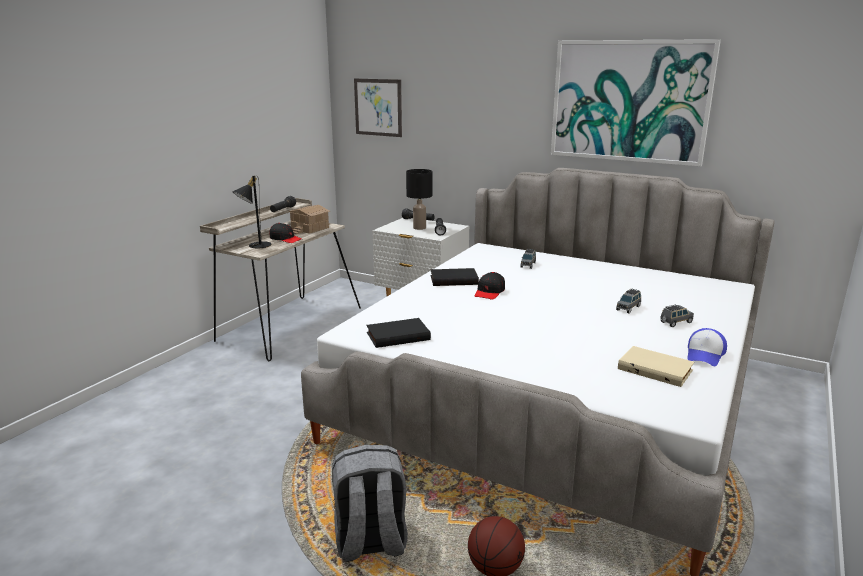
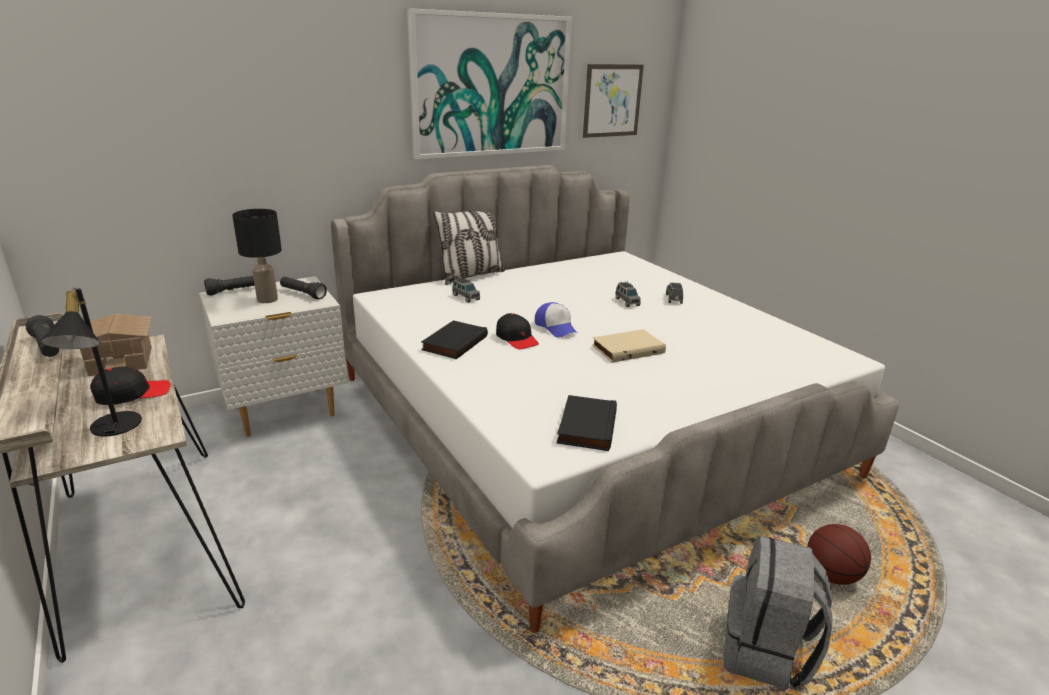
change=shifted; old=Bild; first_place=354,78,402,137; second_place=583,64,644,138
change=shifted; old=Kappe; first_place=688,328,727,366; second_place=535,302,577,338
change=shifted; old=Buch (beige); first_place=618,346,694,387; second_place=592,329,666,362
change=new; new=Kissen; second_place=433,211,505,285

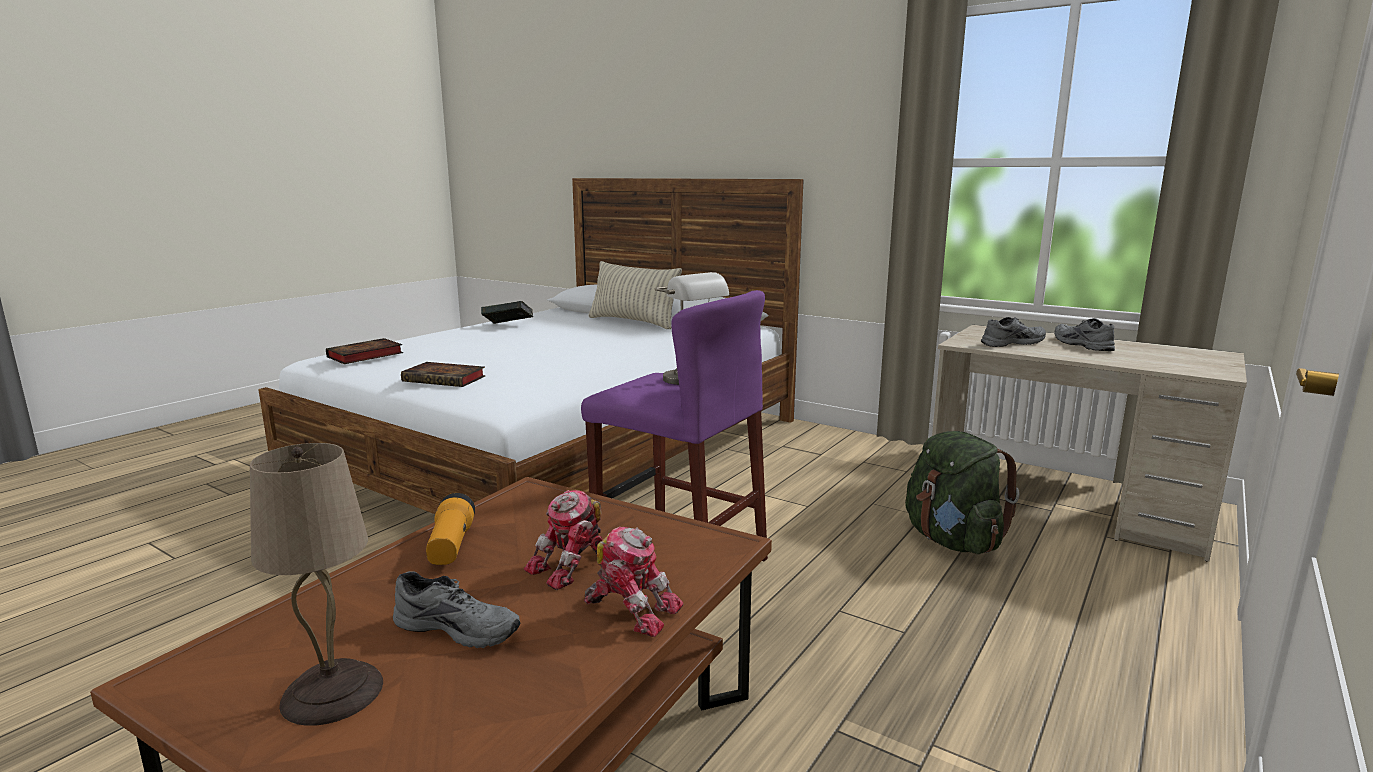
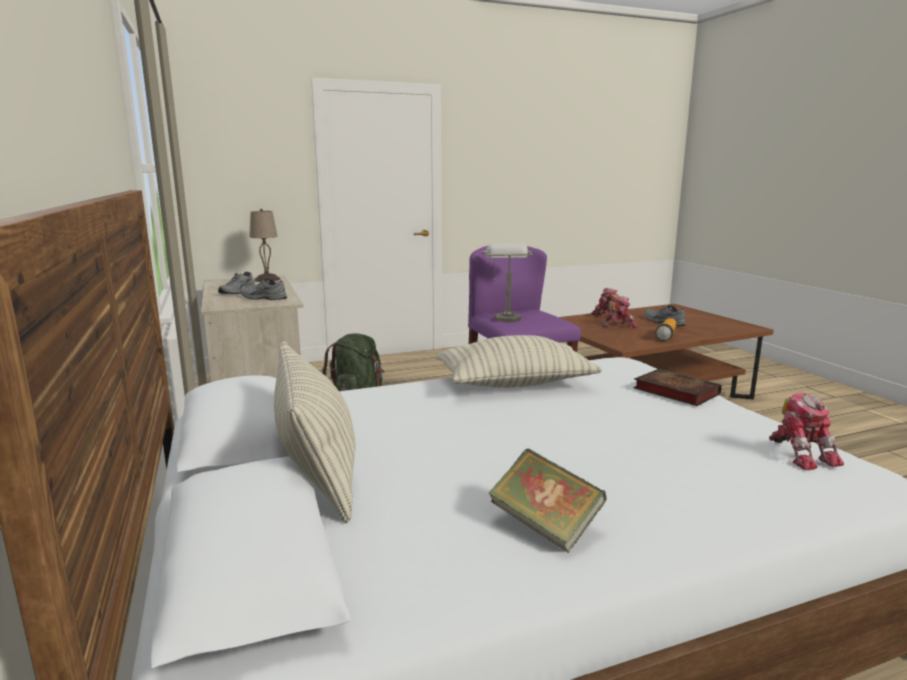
change=swapped; old=Buch; new=Spielzeugroboter; first_place=326,338,403,364; second_place=769,393,844,470
change=shifted; old=Tischlampe (beige); first_place=250,443,383,726; second_place=249,209,280,282
change=new; new=Kissen; second_place=436,335,602,388

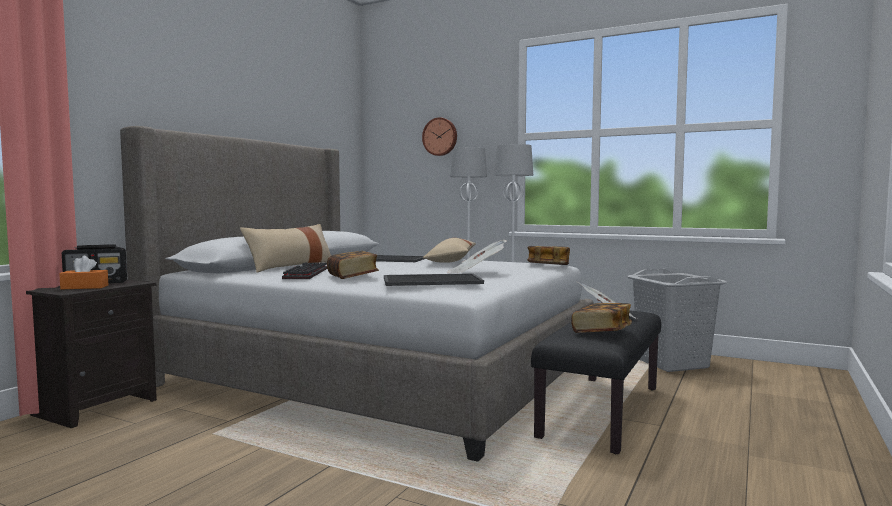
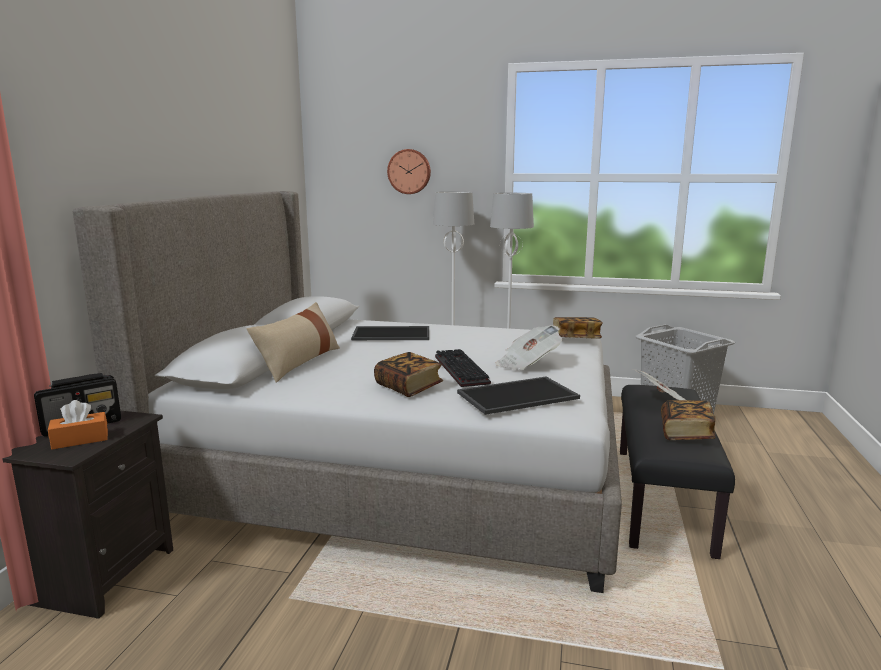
change=gone; old=Kissen (beige); first_place=423,238,476,263
change=shifted; old=Tastatur; first_place=282,262,327,279; second_place=435,349,491,387

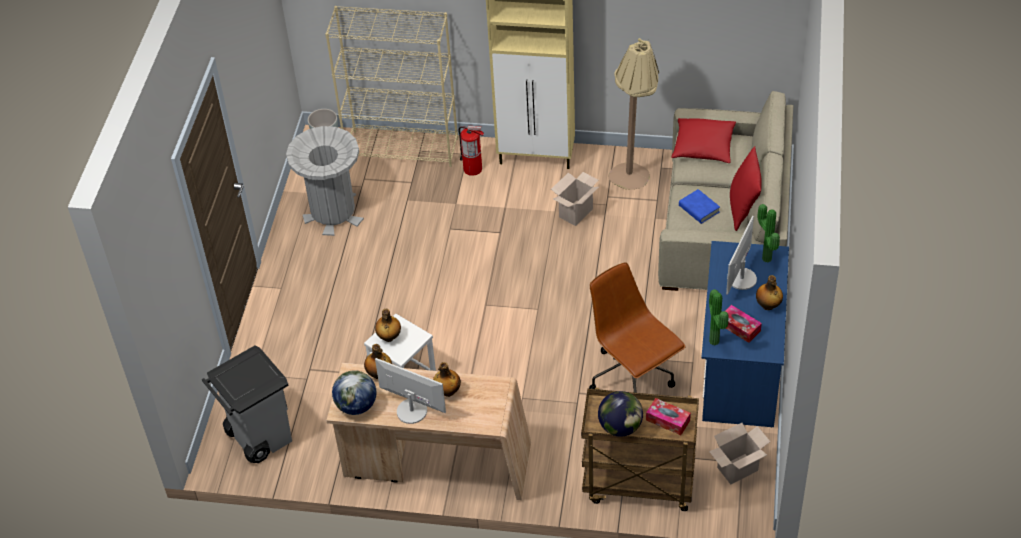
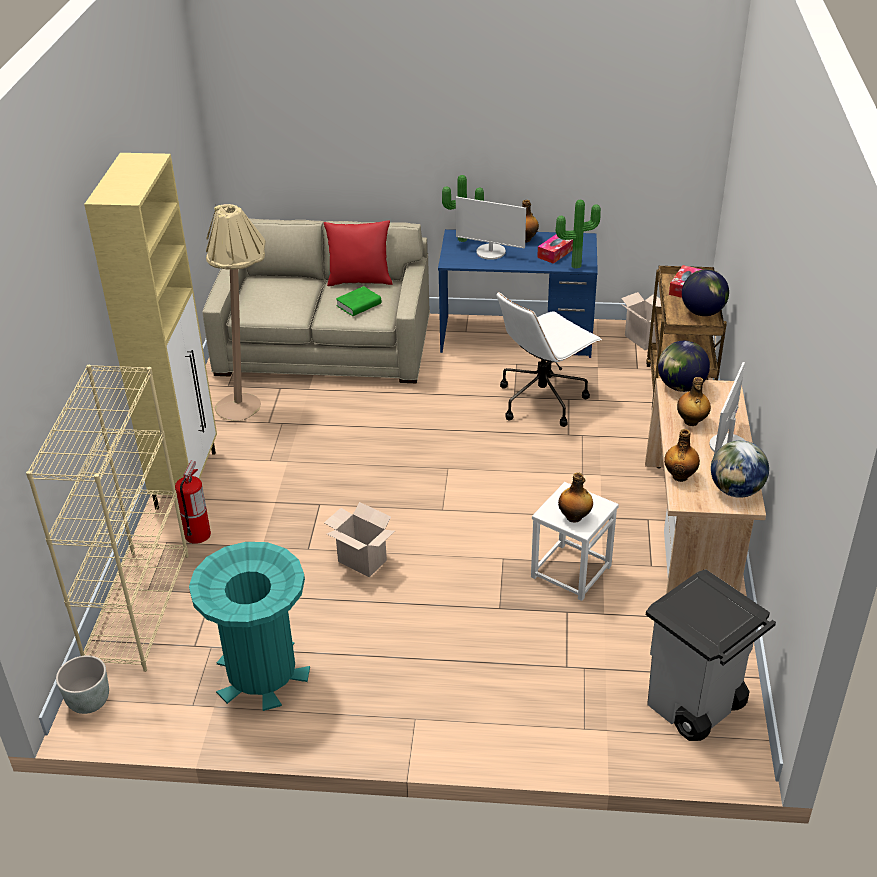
change=gone; old=Kissen (rot); first_place=671,118,736,163
change=repainted; old=Mülleimer (grau); new=Mülleimer (türkis); first_place=286,126,364,236; second_place=189,542,310,711
change=shifted; old=Karton; first_place=551,172,599,226; second_place=324,502,395,577
change=repainted; old=Buch (blau); new=Buch (grün); first_place=679,189,720,224; second_place=336,286,382,316
change=repainted; old=Bürostuhl (braun); new=Bürostuhl (weiß); first_place=589,262,686,393; second_place=497,292,602,427
change=new; new=Globus; second_place=658,341,710,392

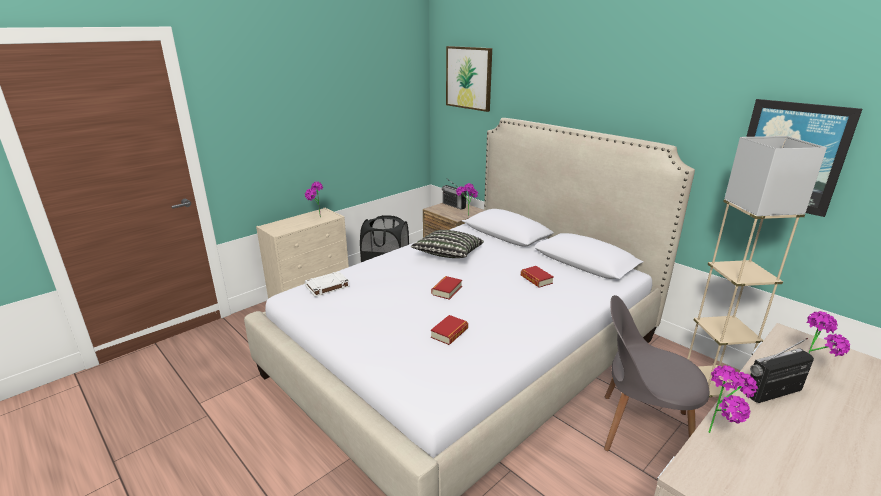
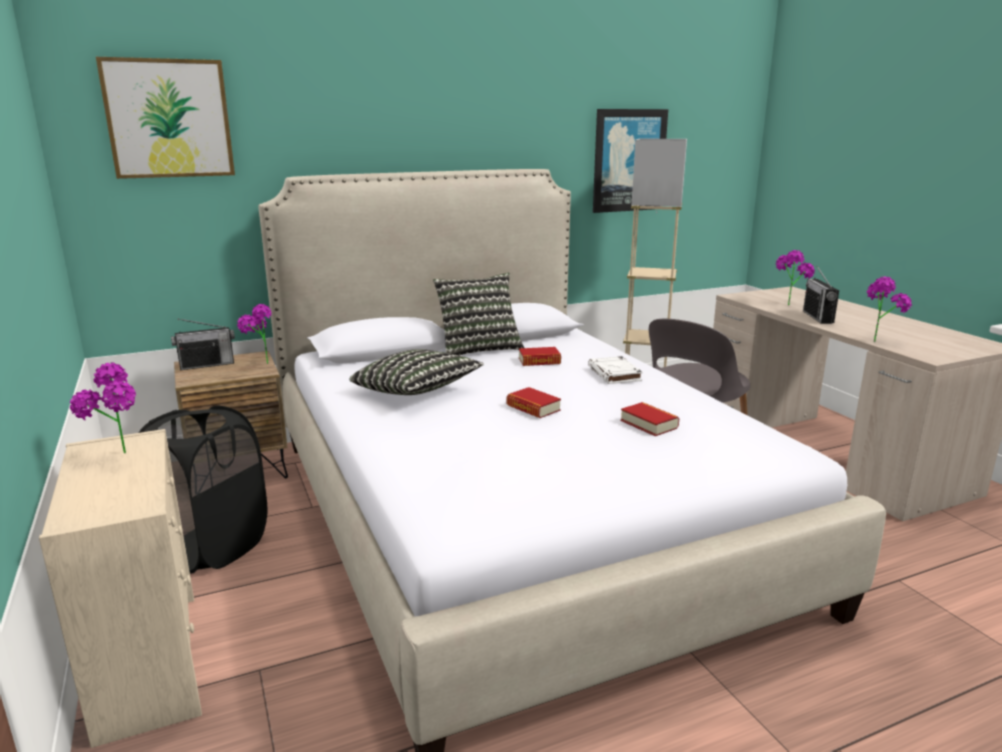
change=shifted; old=Buch (weiß); first_place=305,271,350,297; second_place=588,356,643,384
change=new; new=Kissen; second_place=433,273,524,356

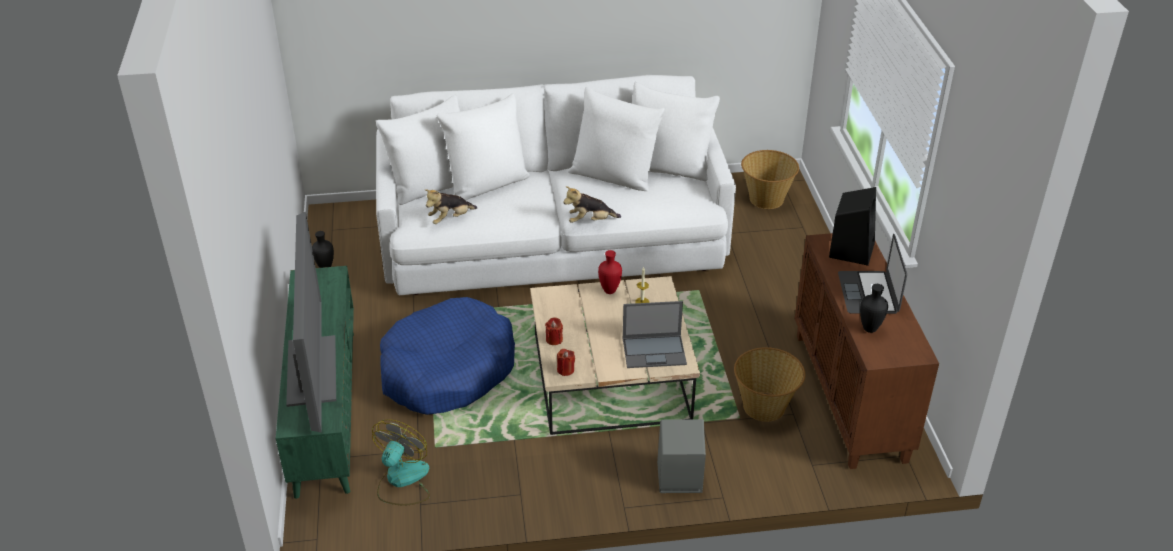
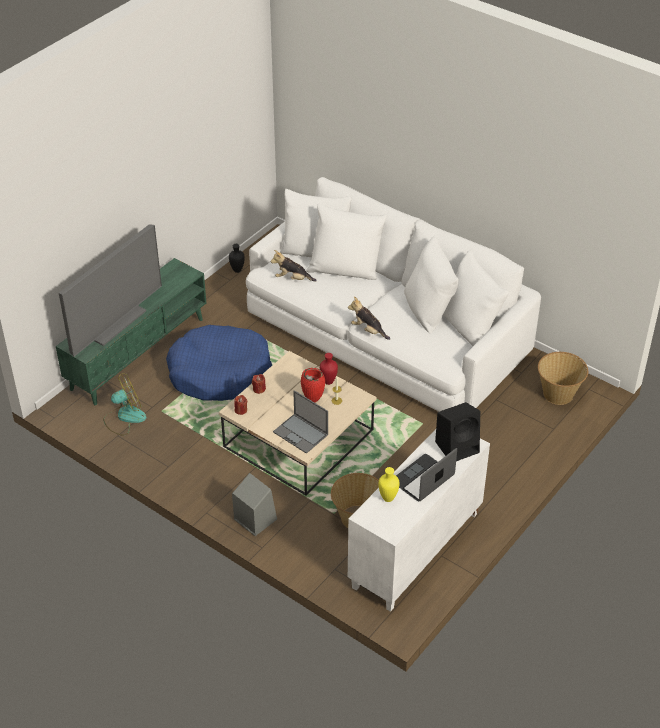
change=repainted; old=Schrank (braun); new=Schrank (weiß); first_place=795,233,939,469; second_place=348,429,490,612
change=repainted; old=Vase (schwarz); new=Vase (gelb); first_place=860,284,888,333; second_place=378,467,400,502
change=new; new=Vase (rot); second_place=301,368,325,403

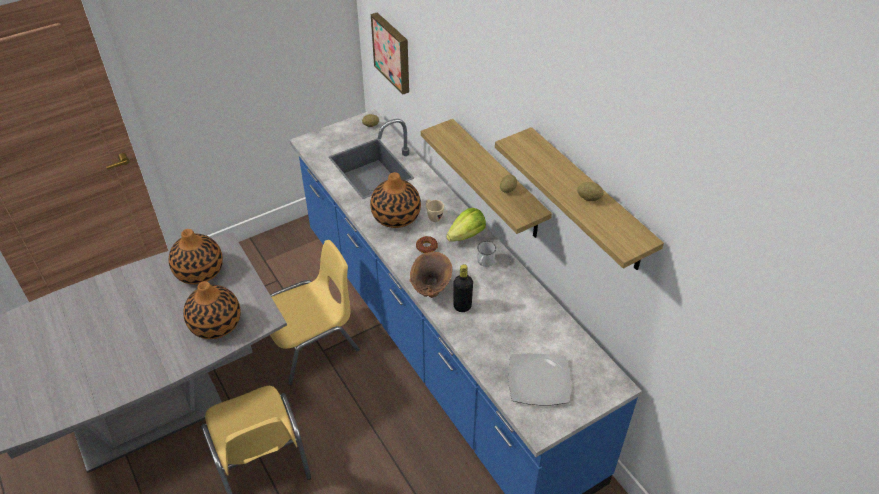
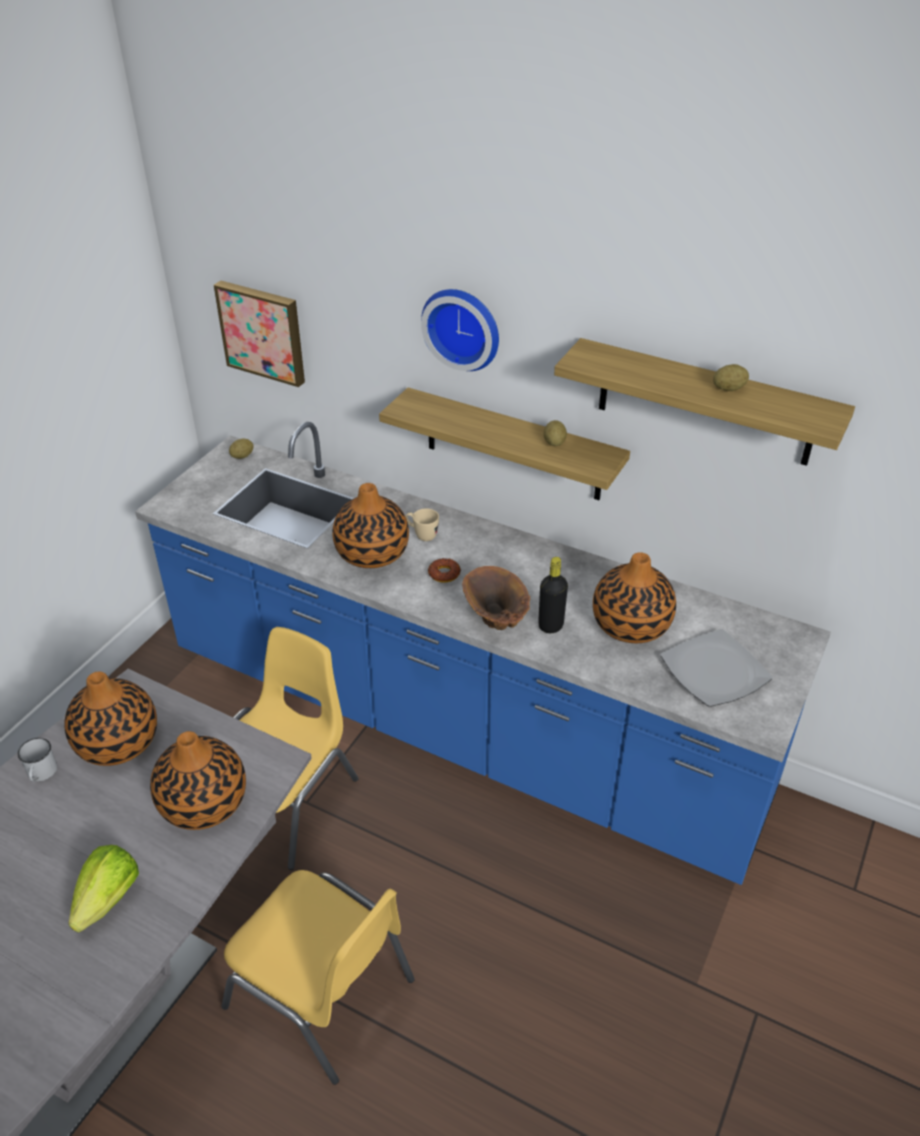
change=shifted; old=Salatkopf; first_place=446,208,486,241; second_place=68,845,139,933
change=shifted; old=Henkelbecher (weiß); first_place=477,241,496,267; second_place=18,738,57,782
change=new; new=Wanduhr; second_place=421,289,499,371
change=new; new=Vase; second_place=593,552,676,643

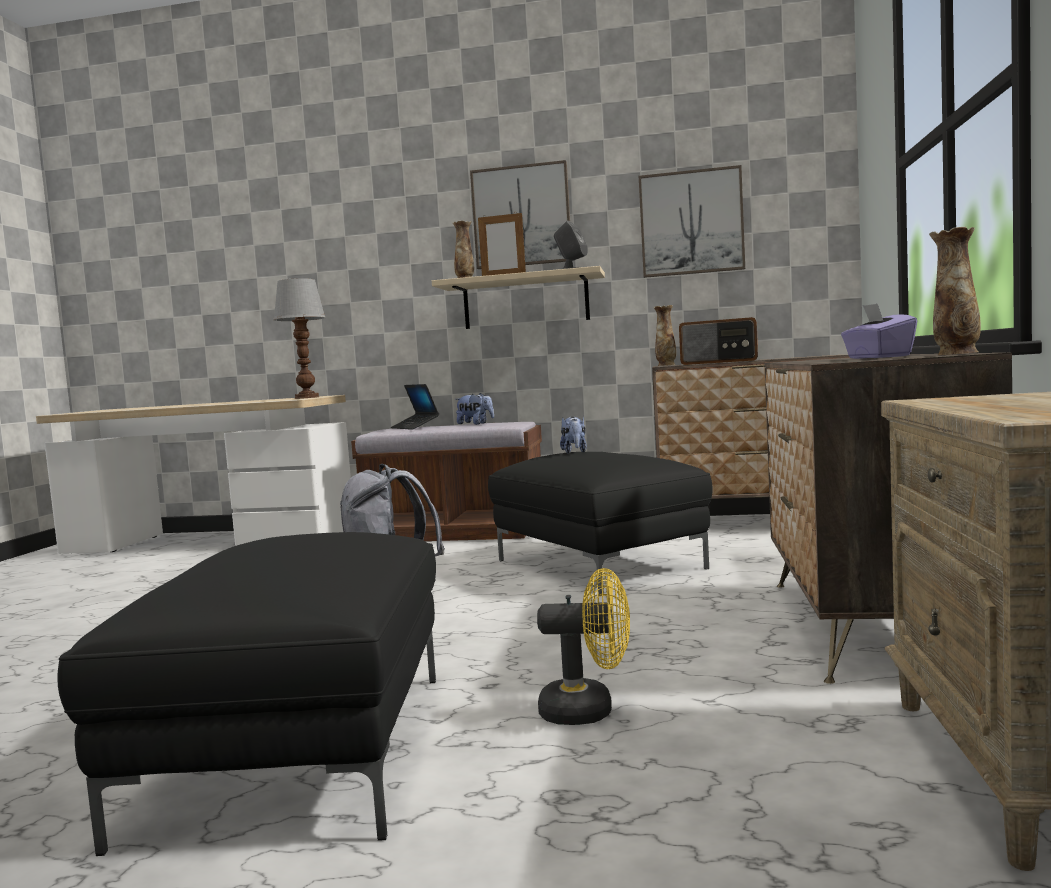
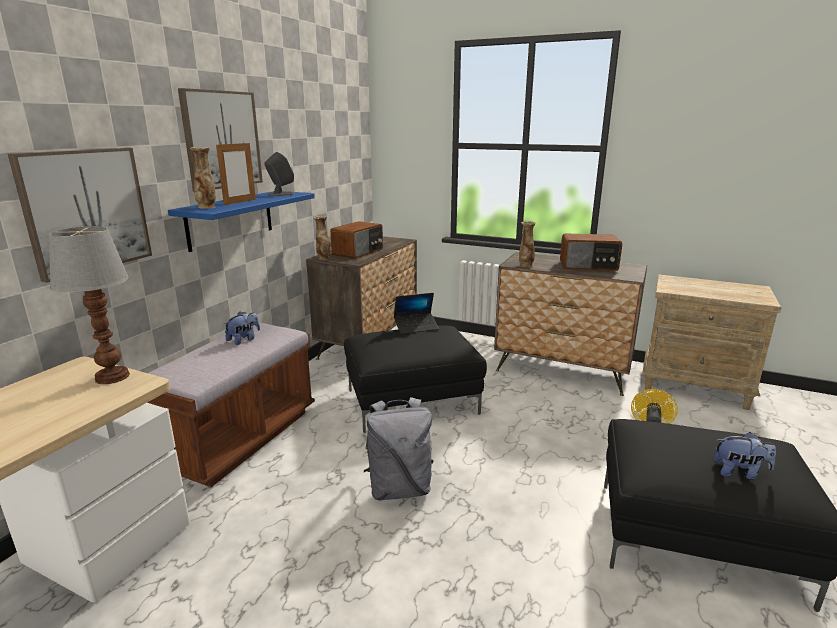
change=shifted; old=Bild; first_place=639,165,745,278; second_place=8,148,152,283
change=shifted; old=Vase; first_place=929,227,981,355; second_place=519,221,536,267
change=repainted; old=Wandregal (beige); new=Wandregal (blau); first_place=432,266,605,329; second_place=168,191,315,252
change=swapped; old=Taschentuchbox (lila); new=Radio; first_place=841,303,917,359; second_place=560,233,622,271
change=shifted; old=Laptop; first_place=391,384,439,430; second_place=394,293,439,334
change=shifted; old=Plüschtier; first_place=560,417,587,453; second_place=713,432,776,479

